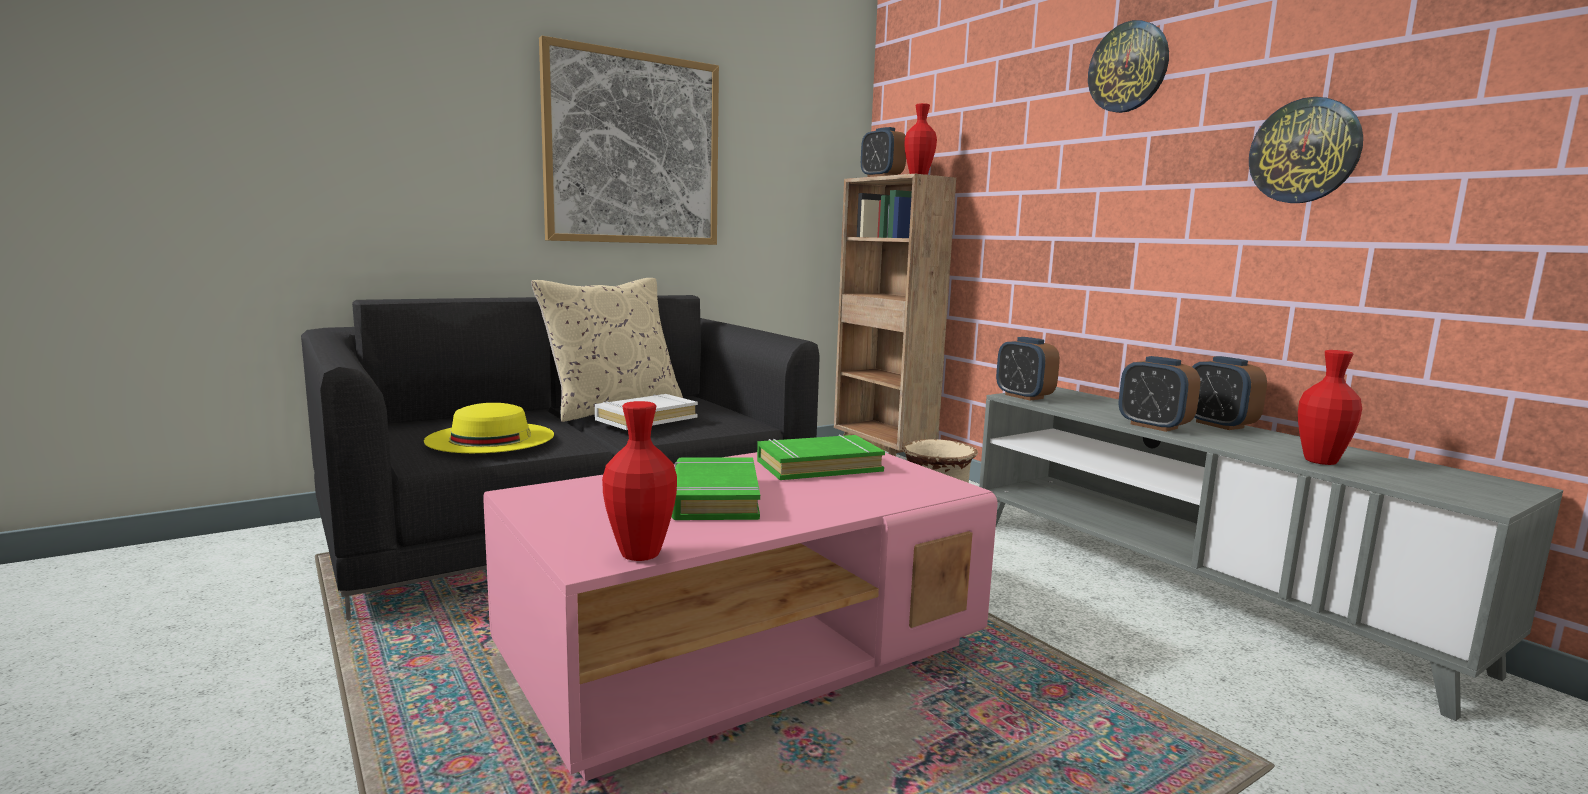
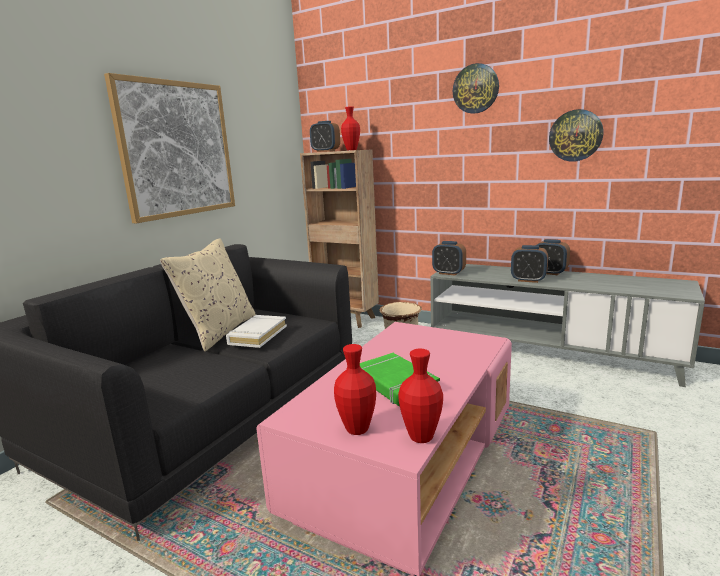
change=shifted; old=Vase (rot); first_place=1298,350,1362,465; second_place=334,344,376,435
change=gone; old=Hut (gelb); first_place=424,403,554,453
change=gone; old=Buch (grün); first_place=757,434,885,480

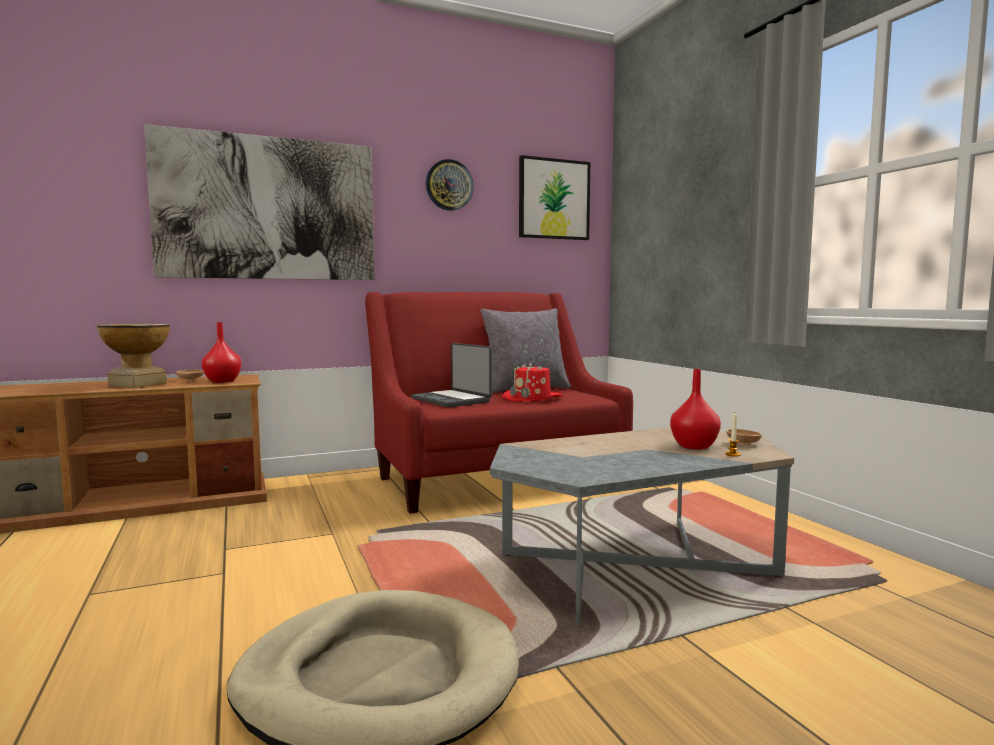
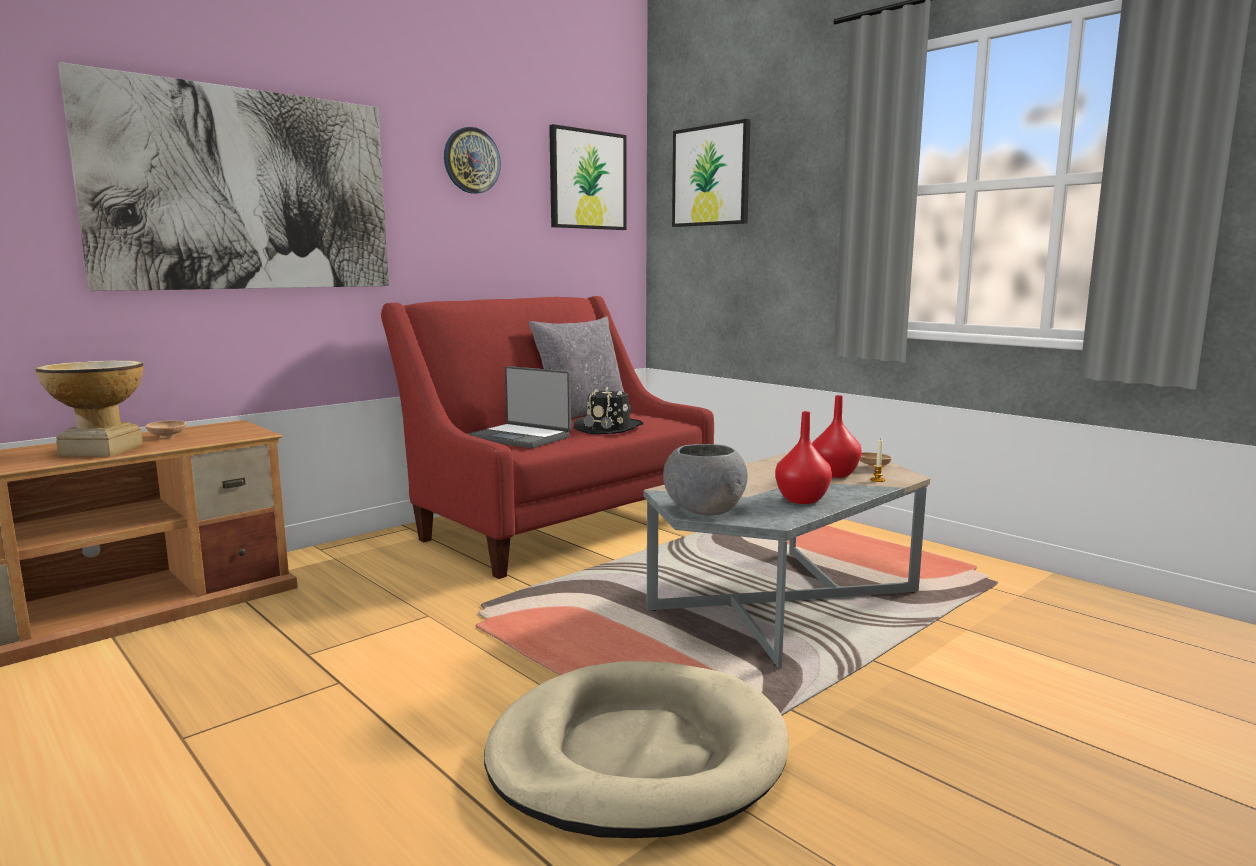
change=shifted; old=Vase (rot); first_place=202,322,242,383; second_place=775,411,832,504
change=repainted; old=Hut (rot); new=Hut (schwarz); first_place=502,362,563,402; second_place=573,387,644,434
change=new; new=Bild; second_place=672,119,751,227
change=new; new=Schüssel (grau); second_place=663,444,747,515

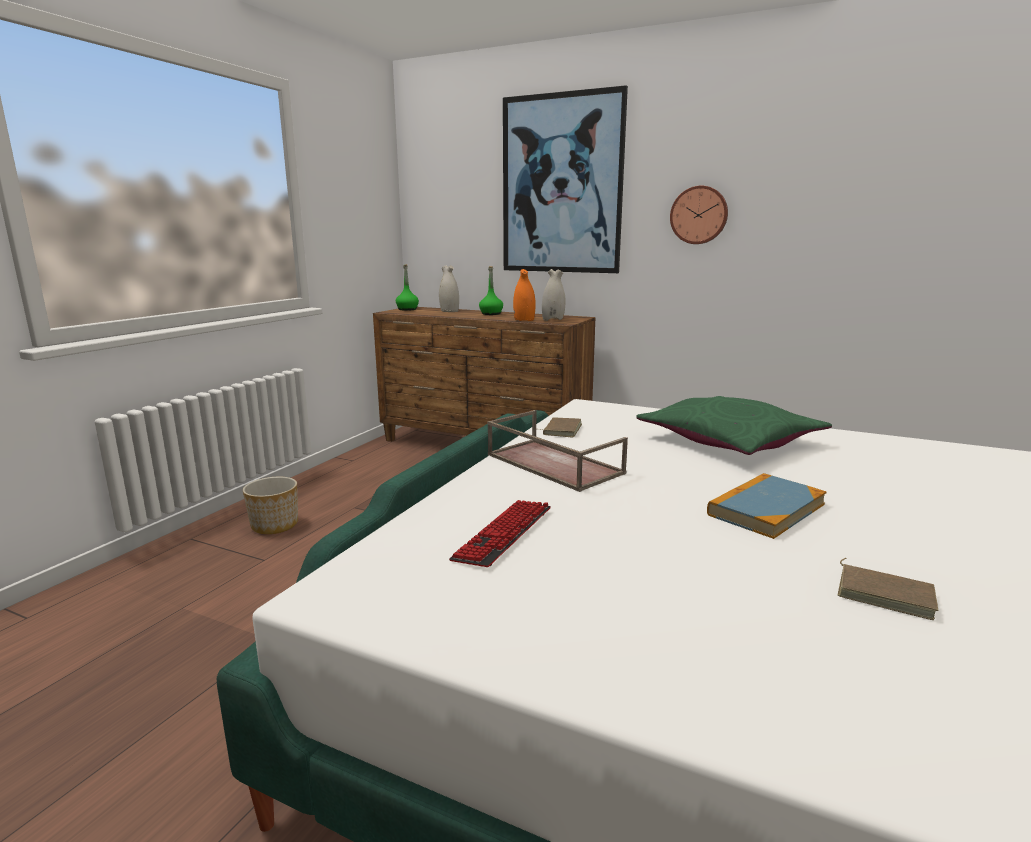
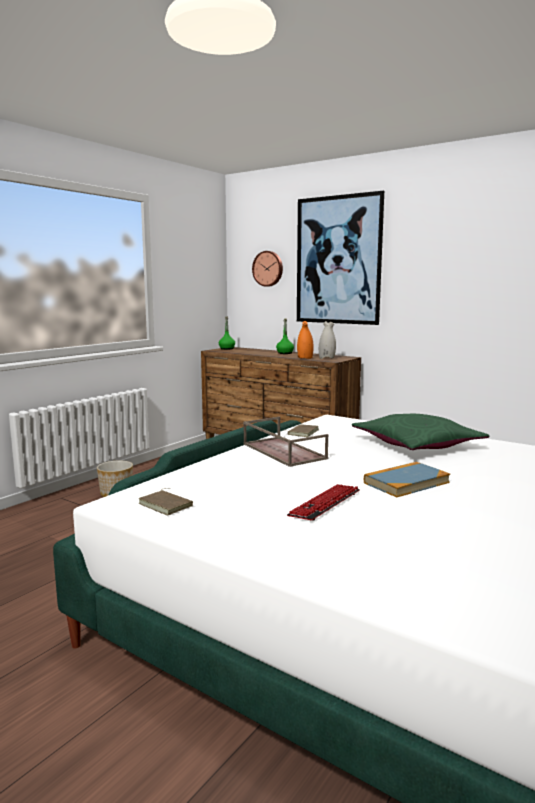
change=shifted; old=Wanduhr; first_place=670,186,728,244; second_place=252,251,283,287
change=gone; old=Vase (weiß); first_place=439,265,459,312
change=shifted; old=Tastatur; first_place=449,500,551,567; second_place=287,484,360,521
change=shifted; old=Buch (braun); first_place=838,558,938,620; second_place=139,488,193,515

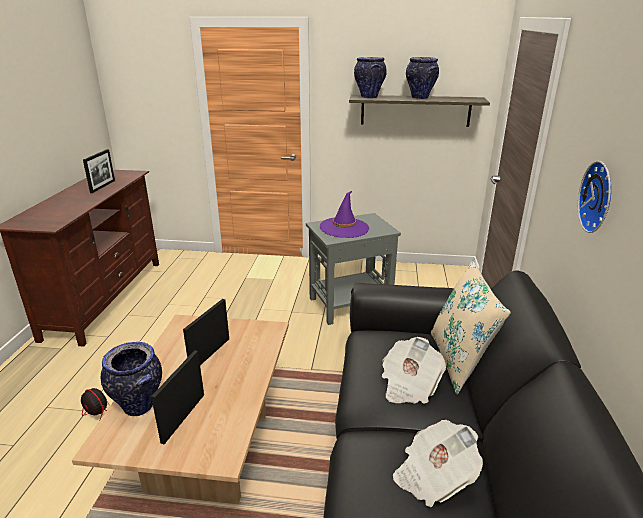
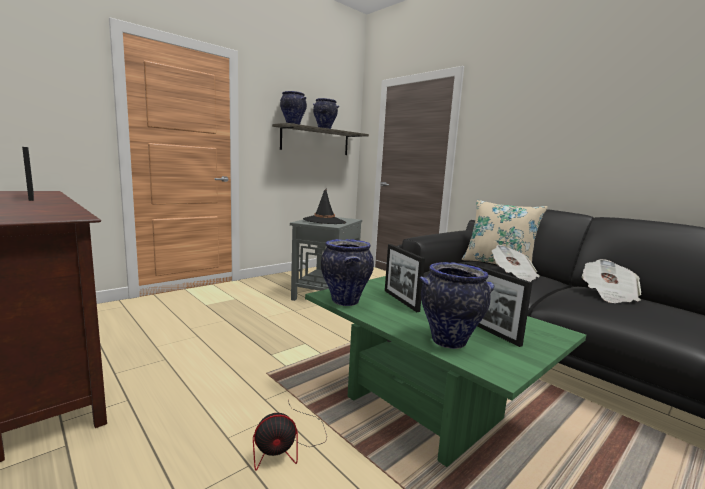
change=gone; old=Wanduhr; first_place=578,161,611,233
change=repainted; old=Hut (lila); new=Hut (schwarz); first_place=320,191,369,238; second_place=303,189,346,224
change=repainted; old=Couchtisch (beige); new=Couchtisch (grün); first_place=72,315,289,504; second_place=305,276,586,467
change=new; new=Vase; second_place=321,239,374,306

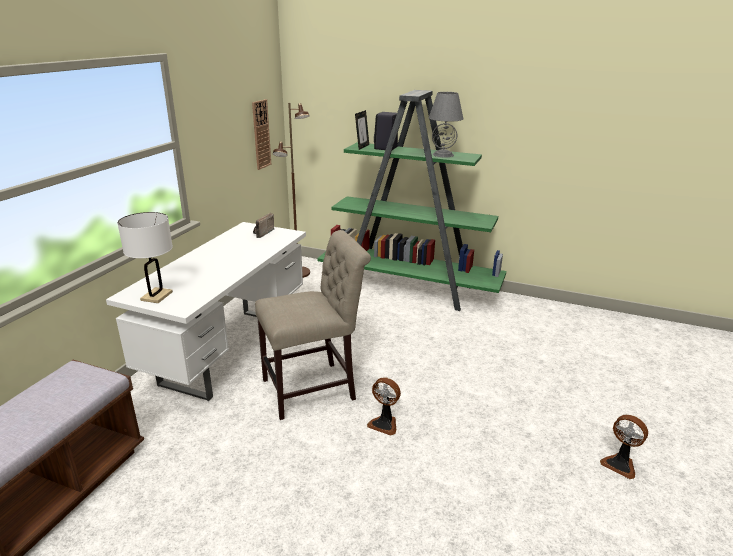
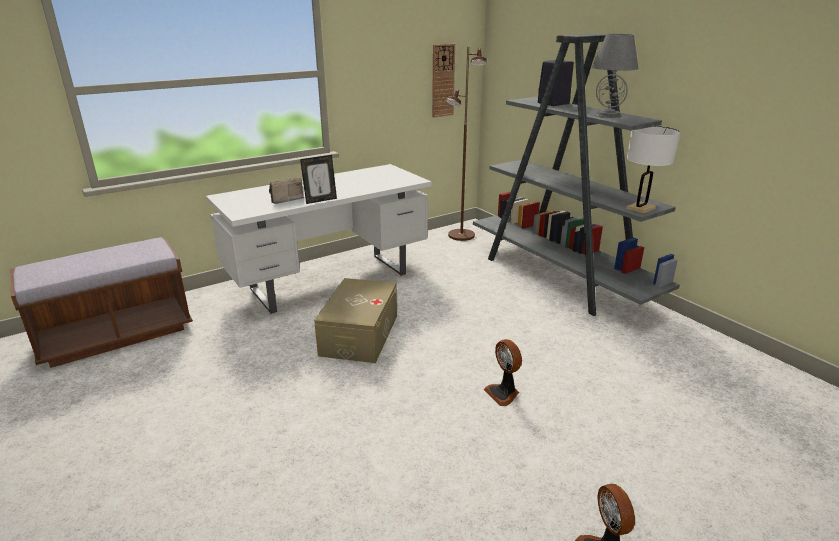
change=repainted; old=Bücherregal (grün); new=Bücherregal (grau); first_place=317,90,506,311; second_place=473,34,680,316
change=shifted; old=Bilderrahmen; first_place=355,110,369,150; second_place=300,155,337,204
change=shifted; old=Tischlampe (weiß); first_place=117,212,173,303; second_place=626,126,680,214
change=shifted; old=Radio; first_place=253,213,274,238; second_place=269,178,304,204
change=swapped; old=Stuhl (beige); new=Aufbewahrungsbox (beige); first_place=255,230,371,420; second_place=314,278,397,363
change=shifted; old=Ventilator; first_place=367,377,401,436; second_place=483,339,522,406

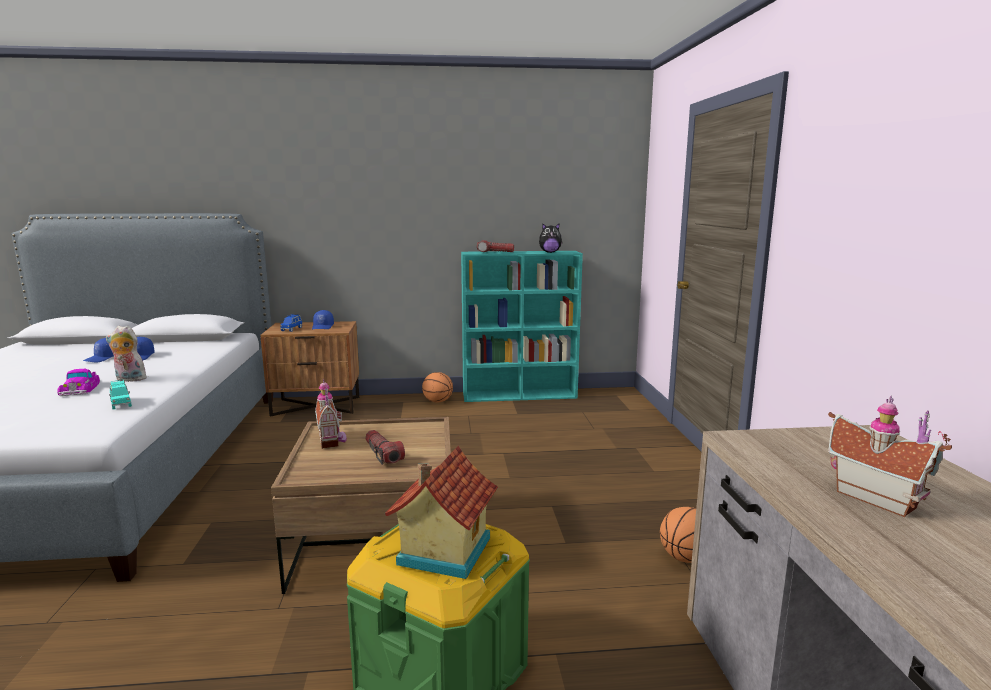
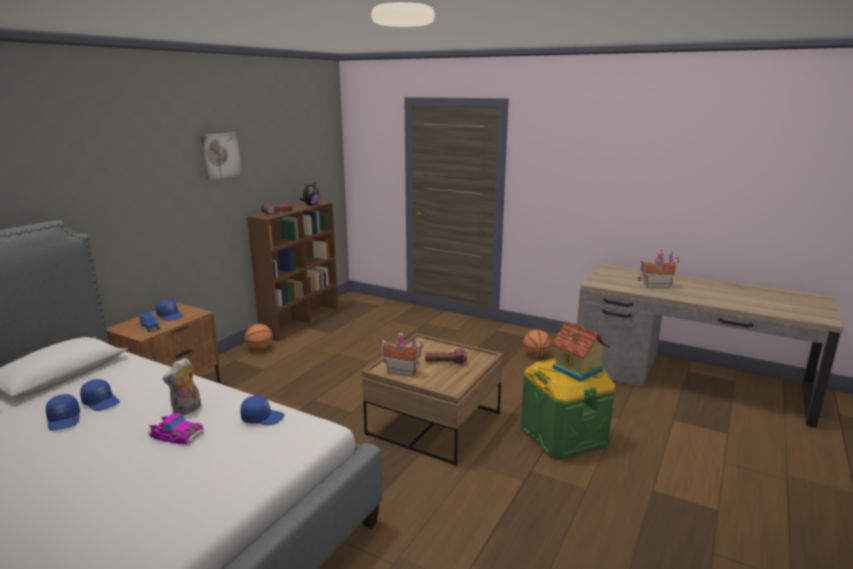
change=repainted; old=Bücherregal (türkis); new=Bücherregal (braun); first_place=461,251,583,402; second_place=247,201,338,341
change=swapped; old=Spielzeugauto (türkis); new=Kappe (blau); first_place=109,380,132,409; second_place=240,395,285,425
change=new; new=Bild; second_place=201,132,242,180

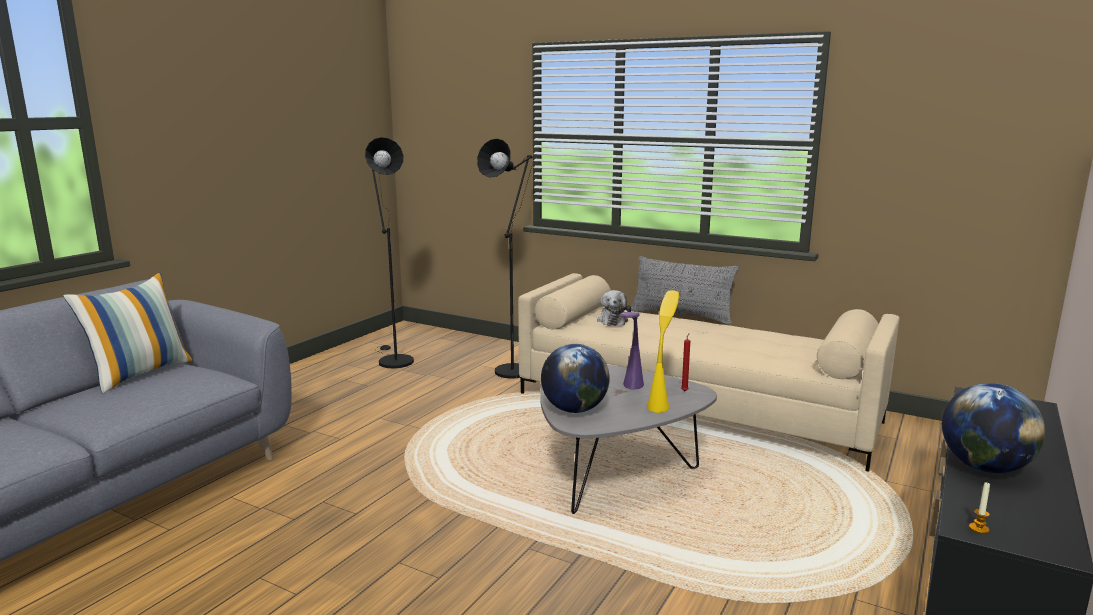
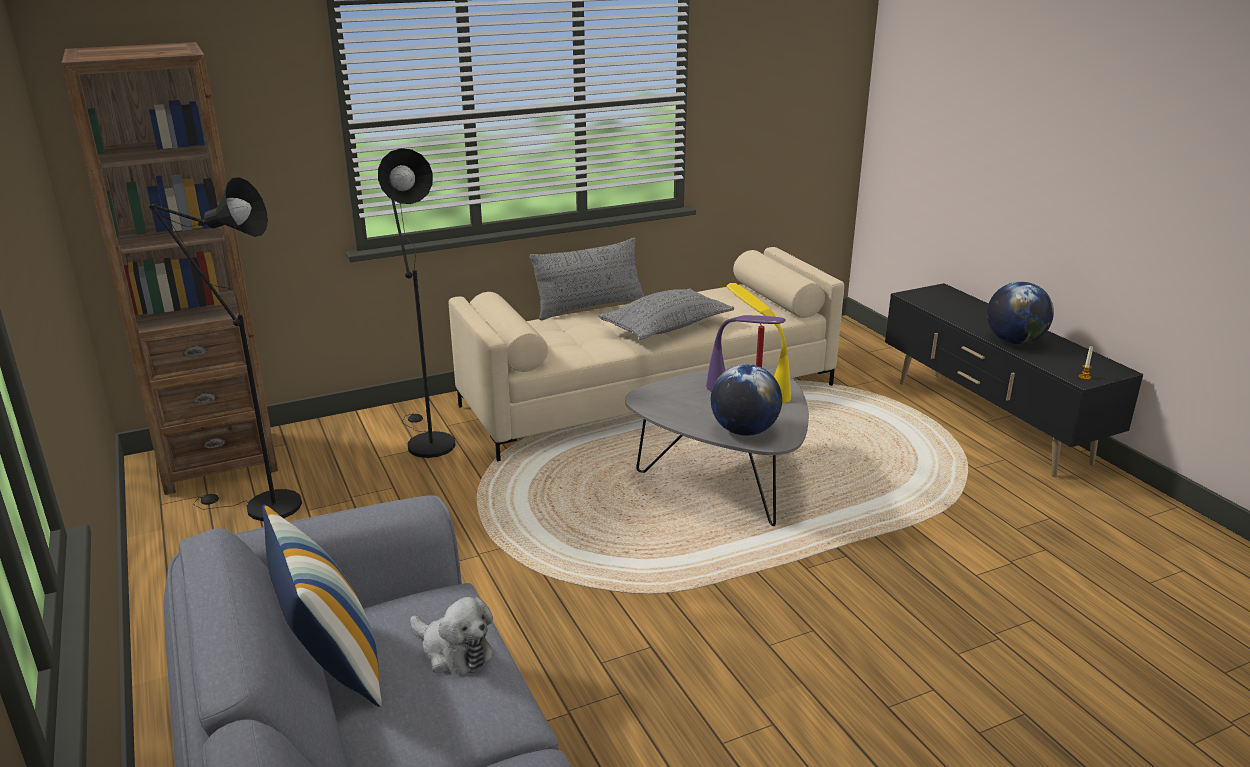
change=shifted; old=Plüschtier; first_place=597,290,631,326; second_place=410,597,494,675
change=new; new=Bücherregal (braun); second_place=62,42,278,495
change=new; new=Kissen (grau); second_place=599,288,734,340

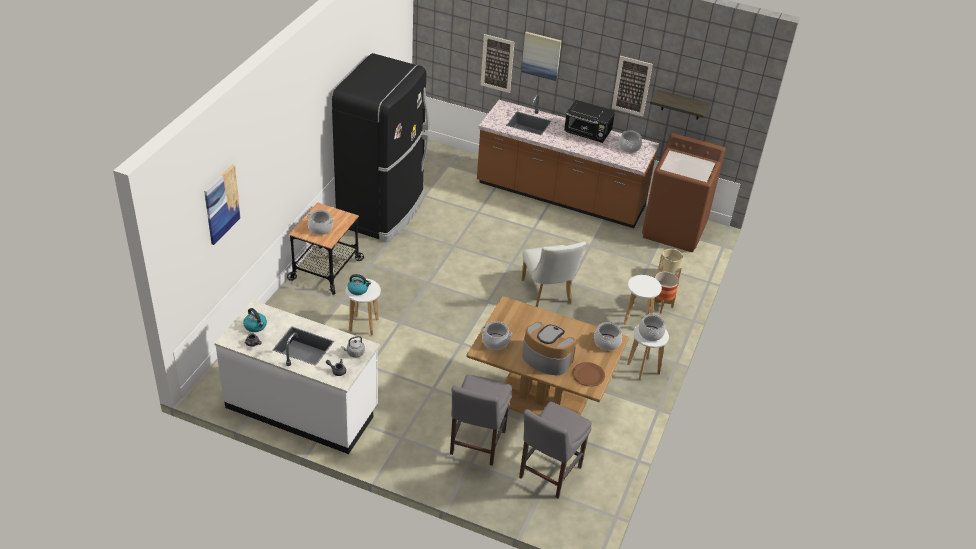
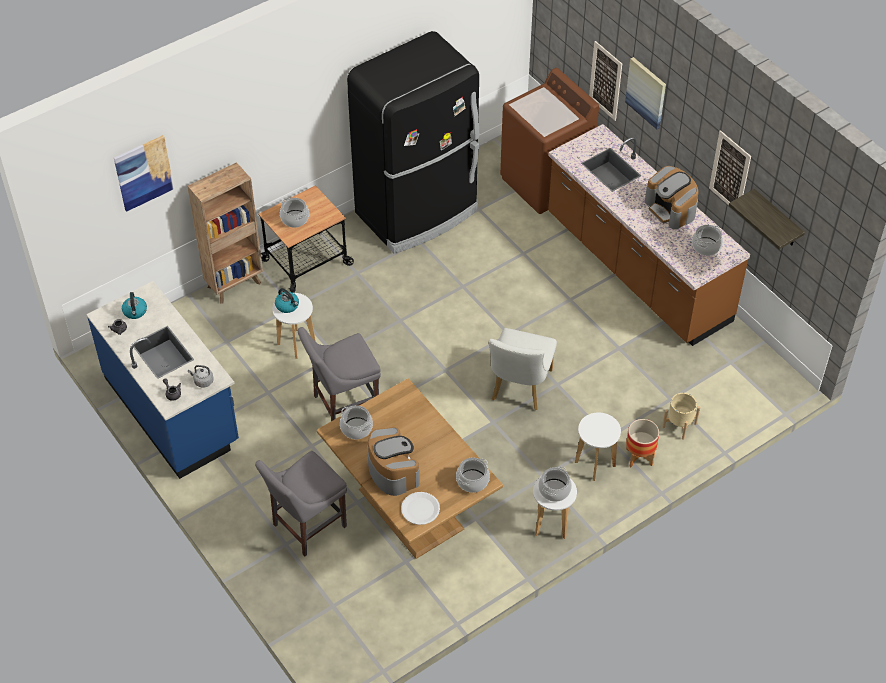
change=swapped; old=Mikrowelle (schwarz); new=Kaffeemaschine; first_place=564,100,615,143; second_place=645,166,699,230
change=shifted; old=Waschmaschine (braun); first_place=642,133,726,252; second_place=500,68,599,214
change=repainted; old=Küchenzeile (weiß); new=Küchenzeile (blau); first_place=214,300,380,454; second_place=86,281,239,479
change=repainted; old=Teller (braun); new=Teller (weiß); first_place=572,362,605,386; second_place=401,492,440,525
change=shifted; old=Stuhl (grau); first_place=519,401,592,498; second_place=298,327,381,421
change=new; new=Bücherregal (braun); second_place=187,162,263,304

